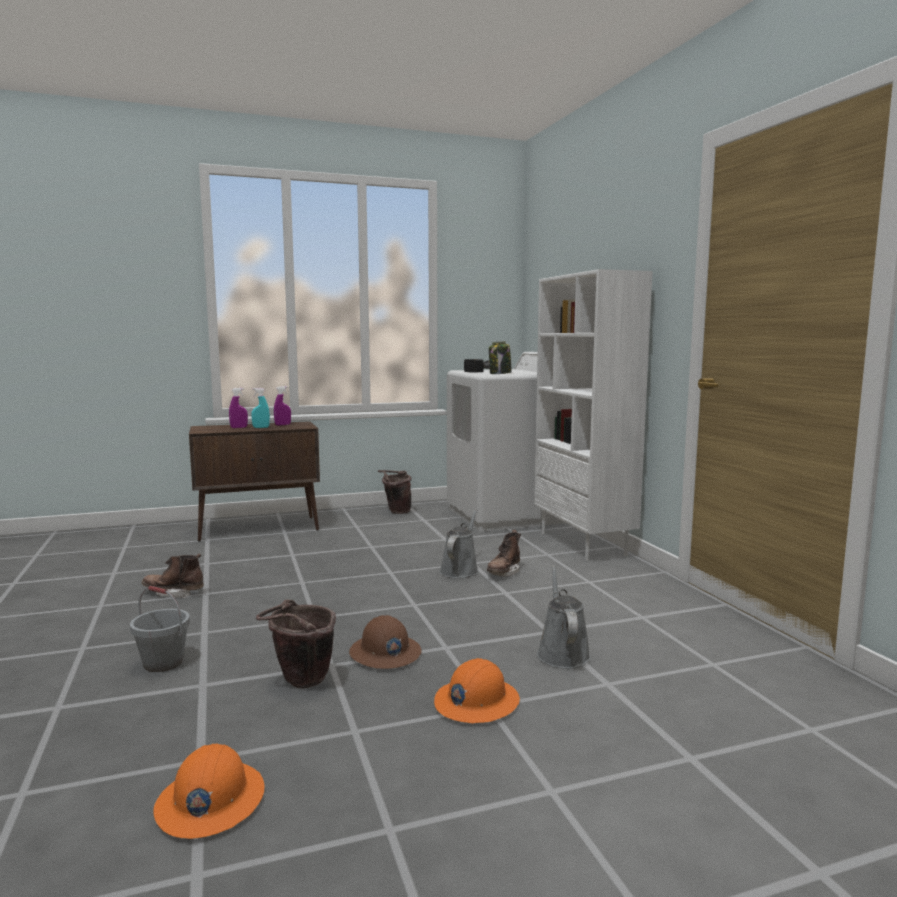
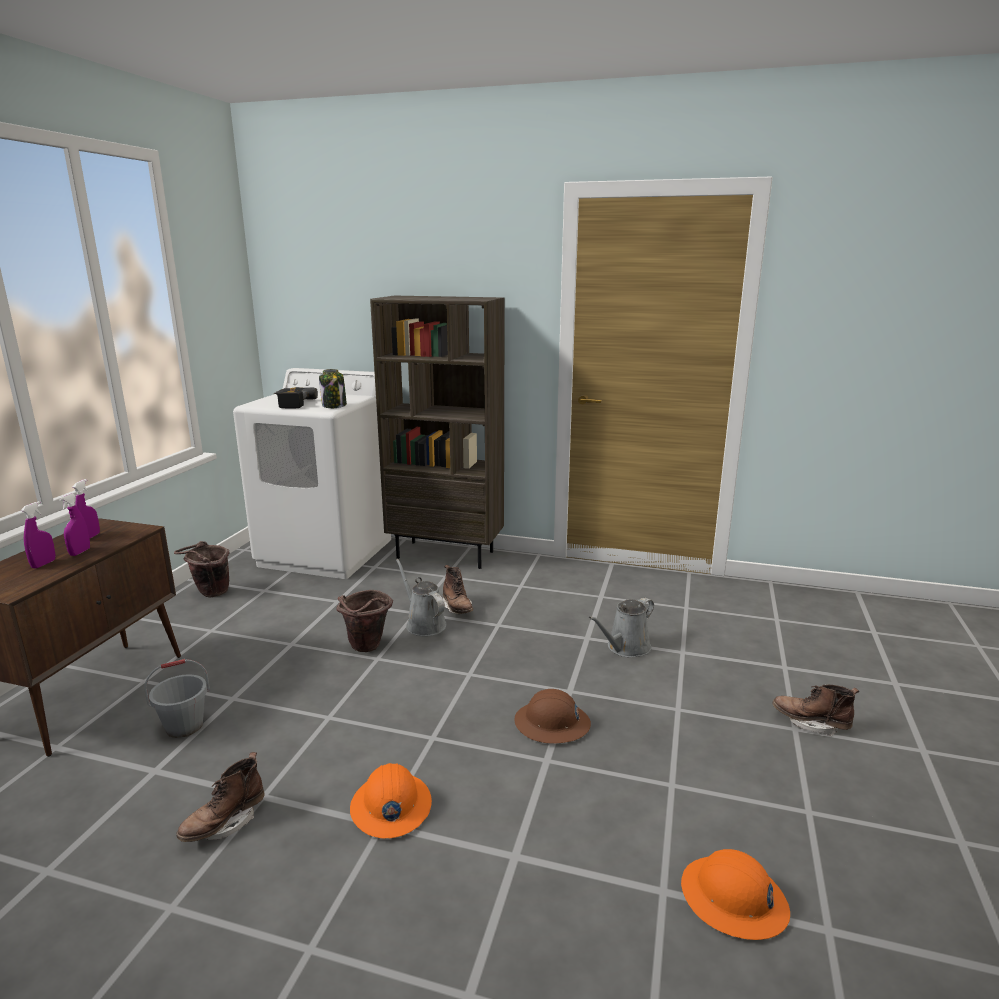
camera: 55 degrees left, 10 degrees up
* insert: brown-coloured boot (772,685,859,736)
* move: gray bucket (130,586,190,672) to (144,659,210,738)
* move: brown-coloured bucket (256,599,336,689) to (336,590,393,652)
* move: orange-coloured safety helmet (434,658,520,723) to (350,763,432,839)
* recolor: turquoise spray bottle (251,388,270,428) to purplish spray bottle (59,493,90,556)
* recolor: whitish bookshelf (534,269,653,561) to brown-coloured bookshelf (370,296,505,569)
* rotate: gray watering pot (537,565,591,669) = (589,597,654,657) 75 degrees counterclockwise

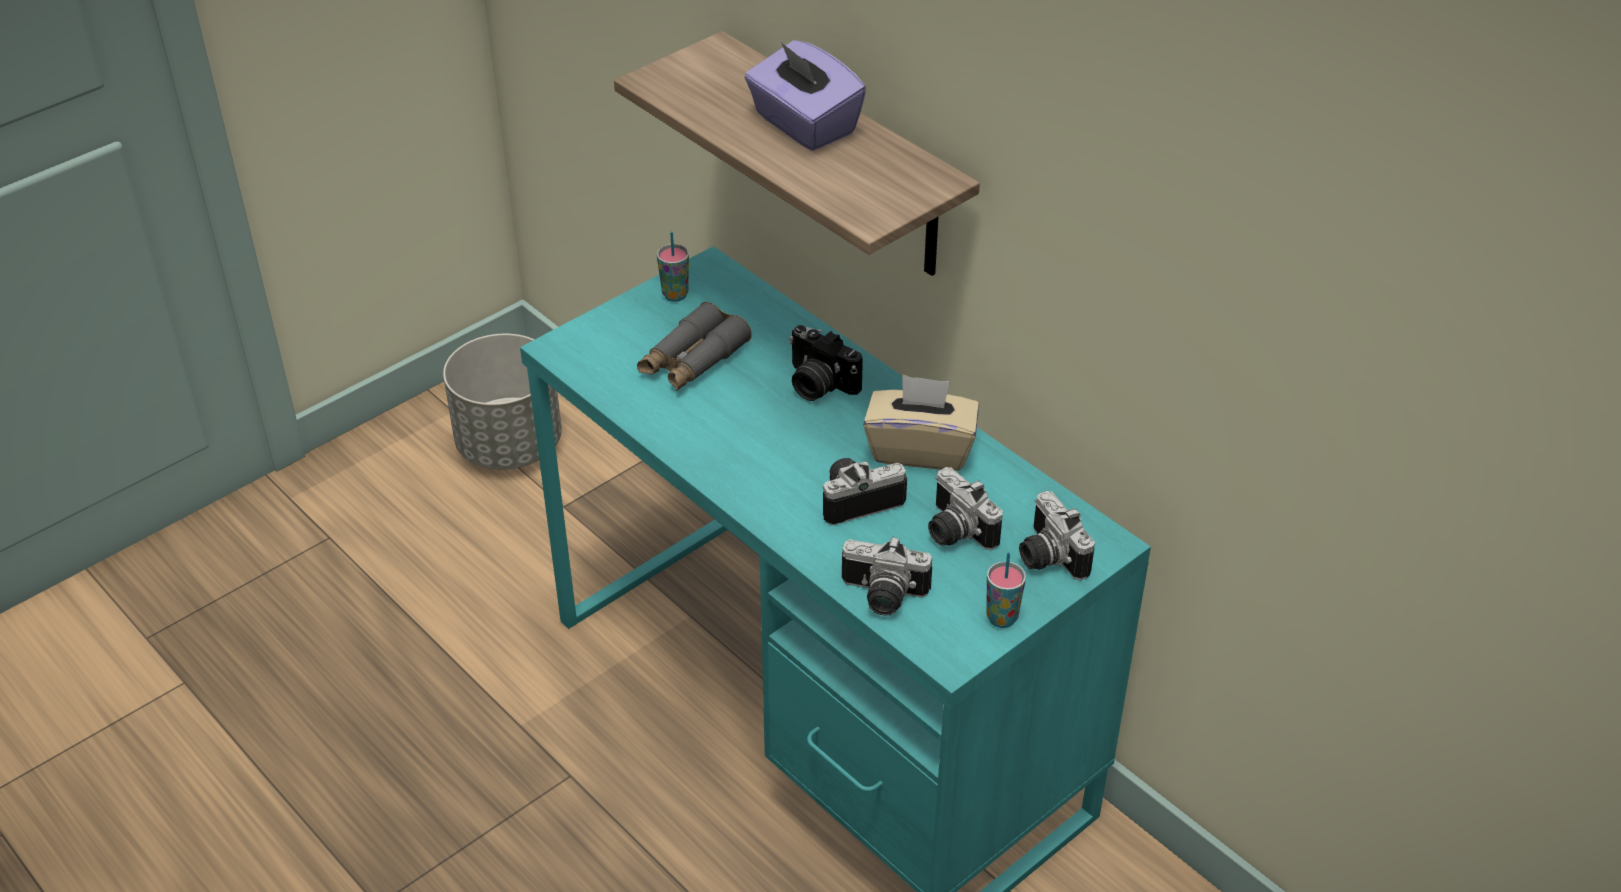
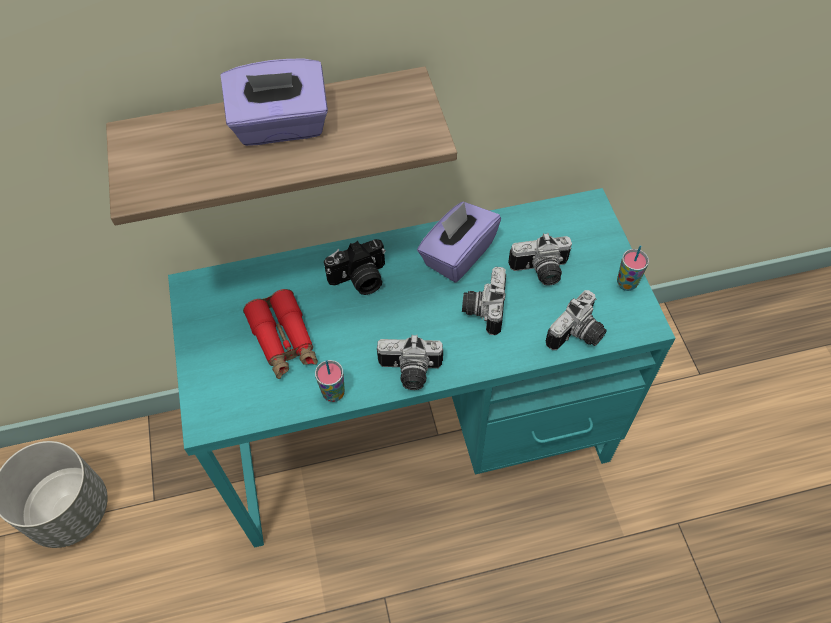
camera: 60 degrees left, 15 degrees up
* move: small cup (657,231,689,302) to (315,360,345,402)
* move: photo camera (1019,491,1095,580) to (377,334,443,390)
* recolor: gray binoculars (637,302,752,391) to red binoculars (243,289,318,379)
* recolor: beige tissue box (863,374,979,471) to purplish tissue box (417,201,501,282)

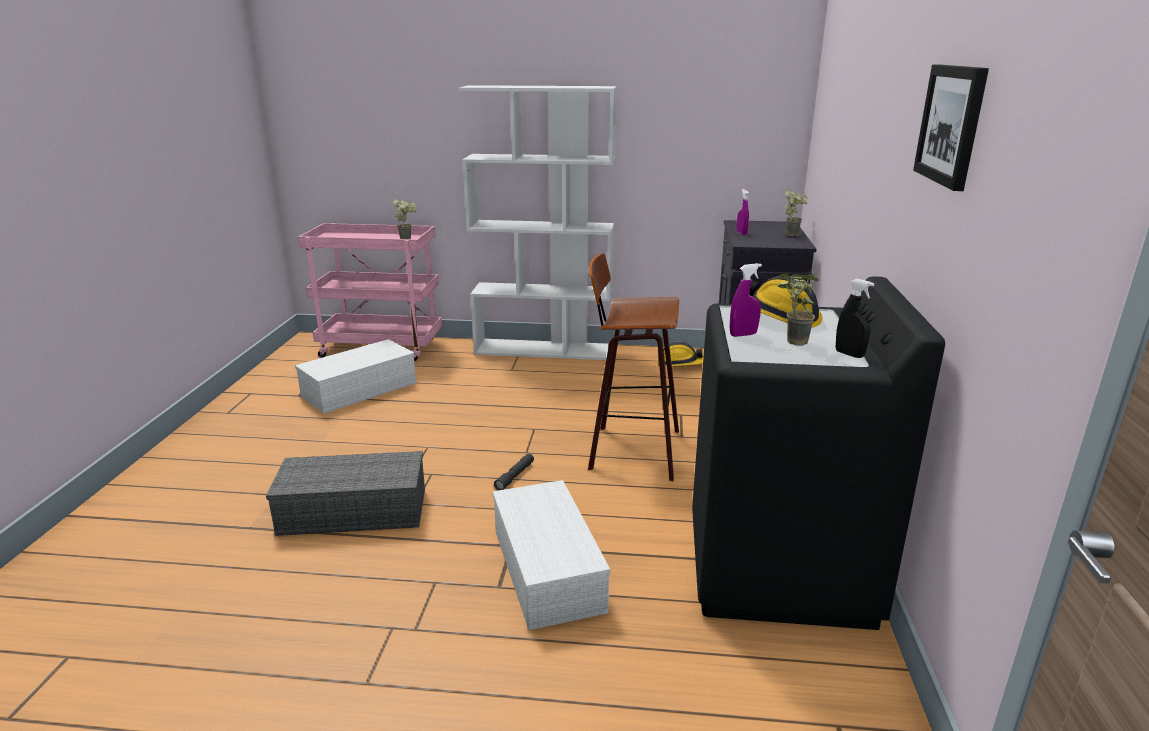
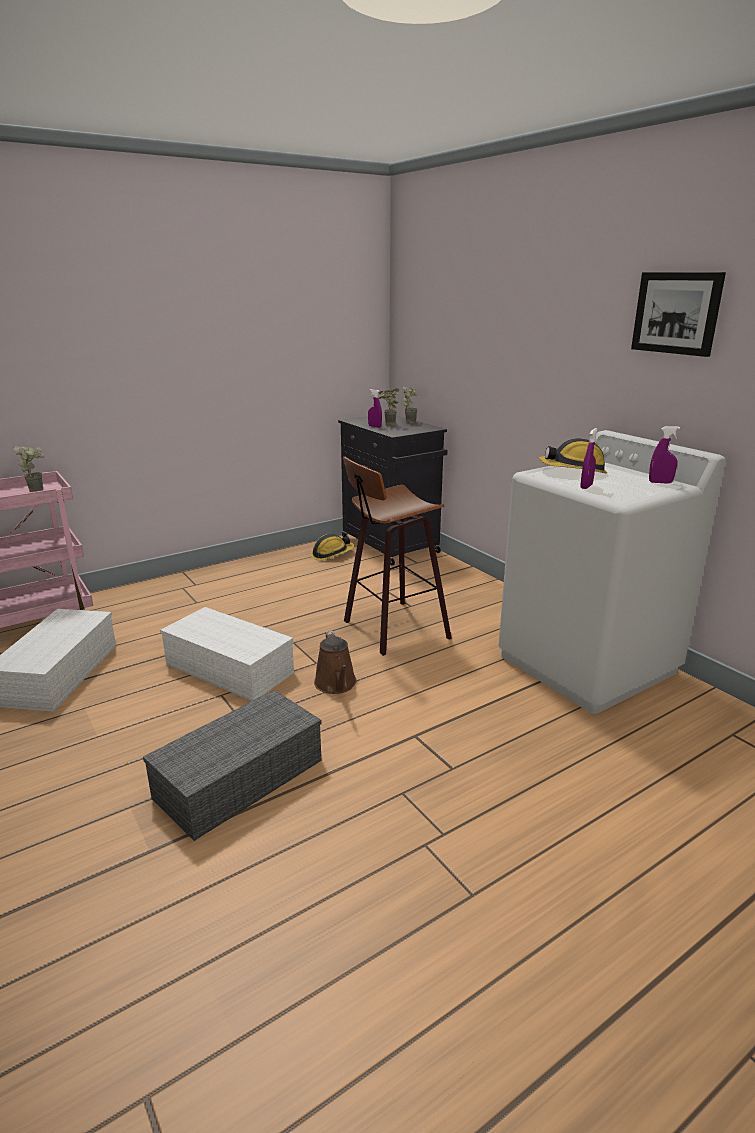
camera: 40 degrees left, 0 degrees up
* delete: whitish bookshelf (458,85,617,360)
* move: whitish storage box (492,480,610,630) to (160,607,294,701)
* move: houseplant (777,274,819,346) to (378,388,399,426)
* replace: gray hand torch (494,454,534,490) to brown-coloured watering pot (314,631,357,694)
* recolor: blackish laundry machine (692,276,945,630) to whitish laundry machine (498,430,725,714)
* recolor: blackish spray bottle (836,279,874,358) to purplish spray bottle (649,426,680,484)

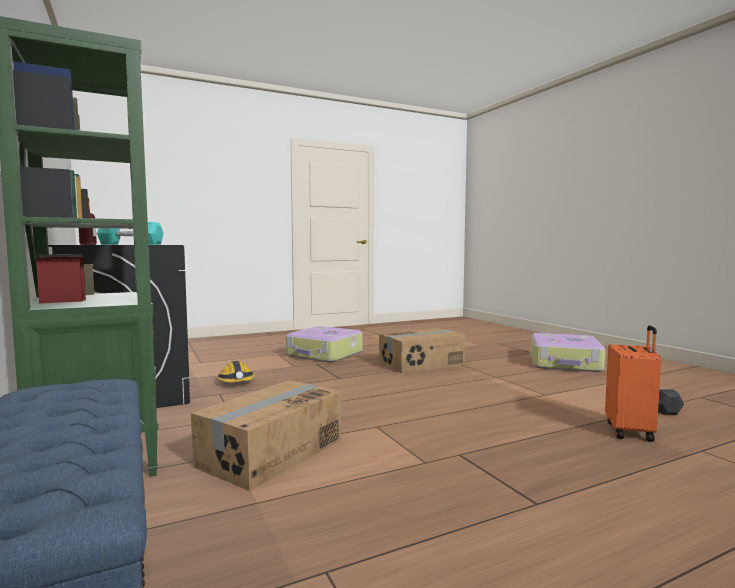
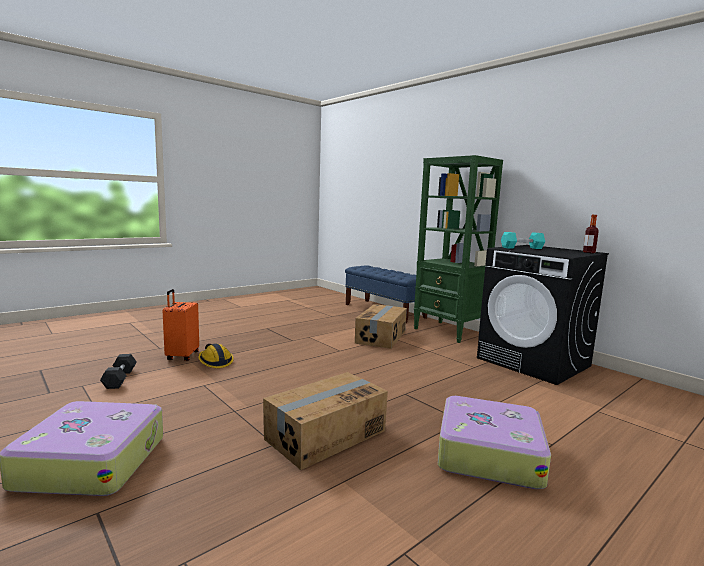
camera: 165 degrees right, 5 degrees up
* move: safety helmet (217,361,255,382) to (198,343,234,368)

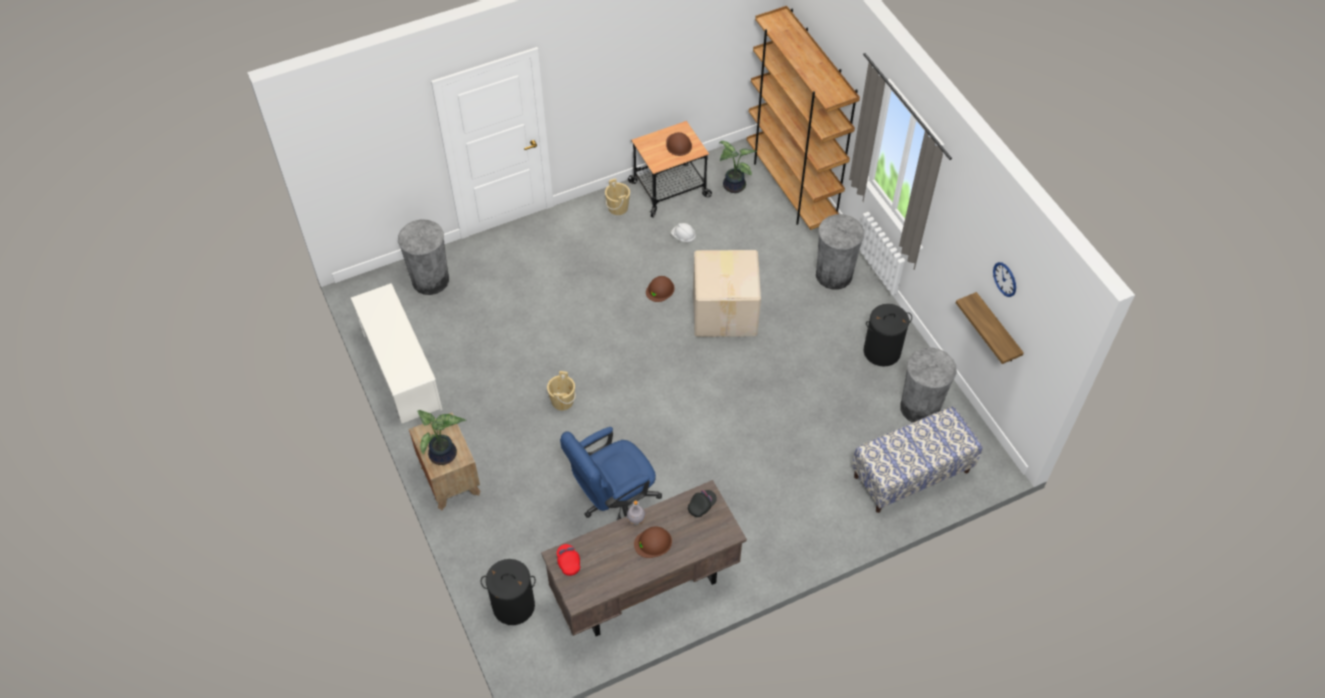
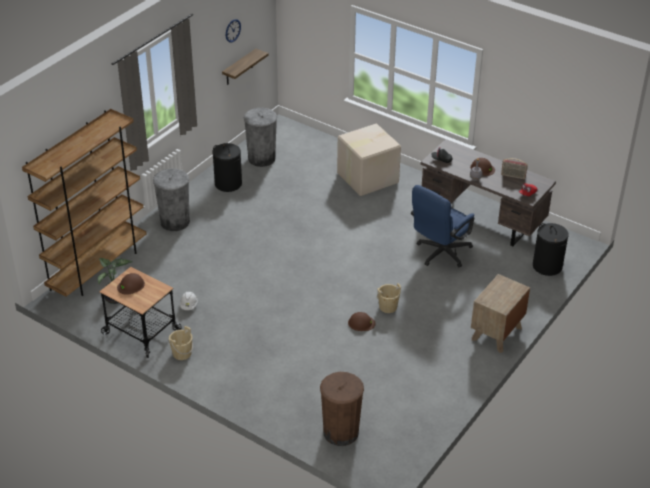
camera: 120 degrees left, 15 degrees down
* delete: whitish shoe stand (351,283,443,423)
* delete: houseplant (417,410,466,465)
* delete: bench (852,406,983,513)
* insert: radio set (501,158,528,179)
* move: brown-coloured safety helmet (646,276,675,302) to (348,312,376,331)
* move: packing box (693,250,761,337) to (337,124,401,196)
* recolor: gray waste bin (398,219,449,295) to brown-coloured waste bin (320,372,364,446)
* rotate: bluish office chair (560,427,662,521) = (411,185,474,267) 105 degrees clockwise

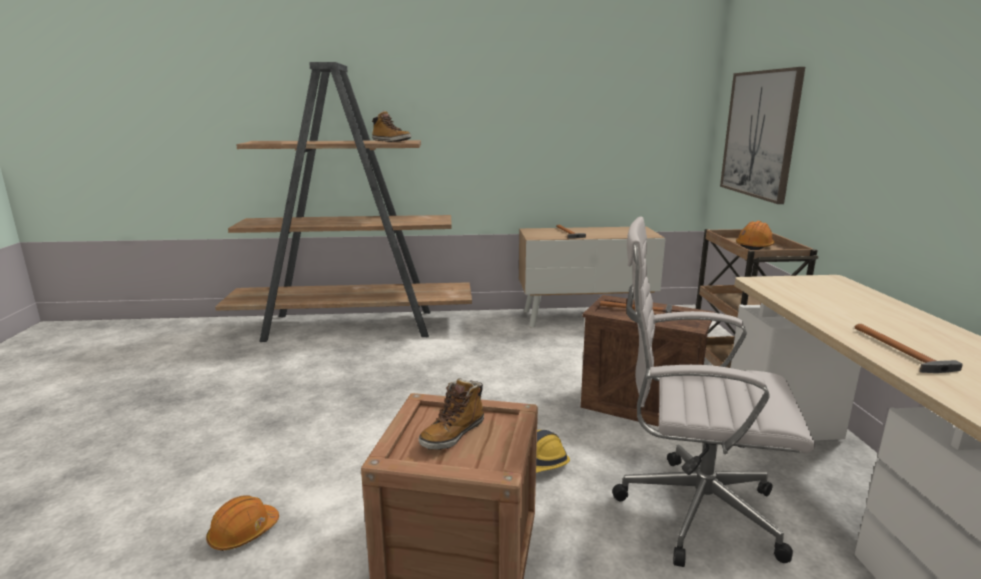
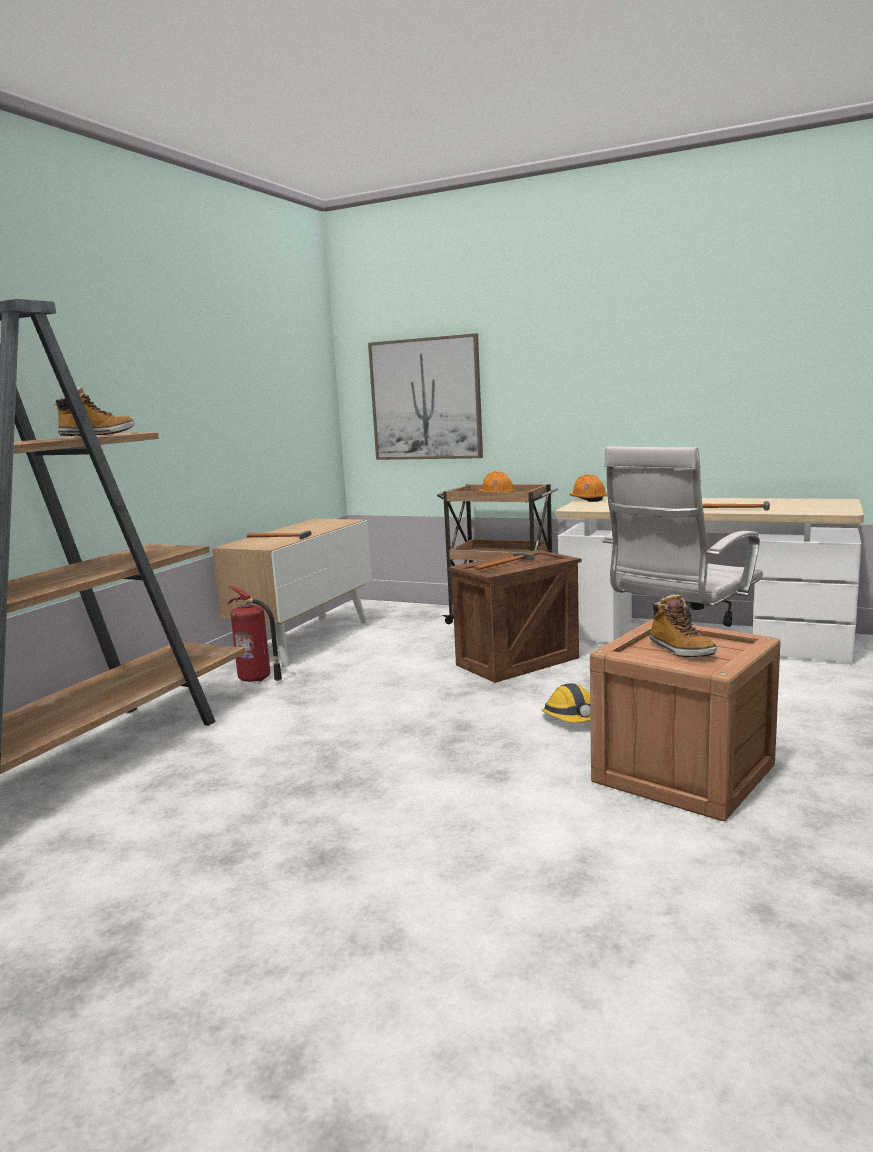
camera: 60 degrees left, 5 degrees down
* insert: extinguisher (227,585,282,682)
* move: orange-coloured safety helmet (206,495,279,551) to (569,474,607,502)

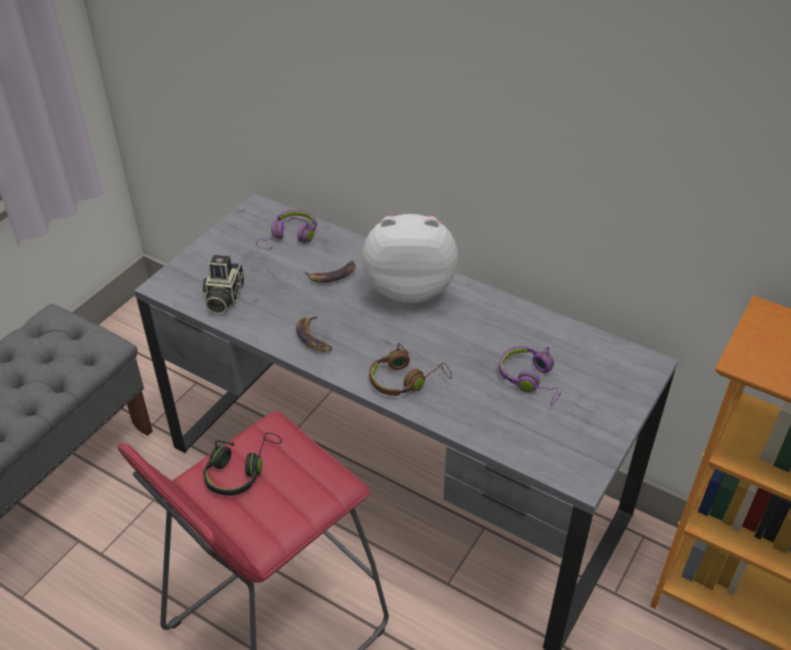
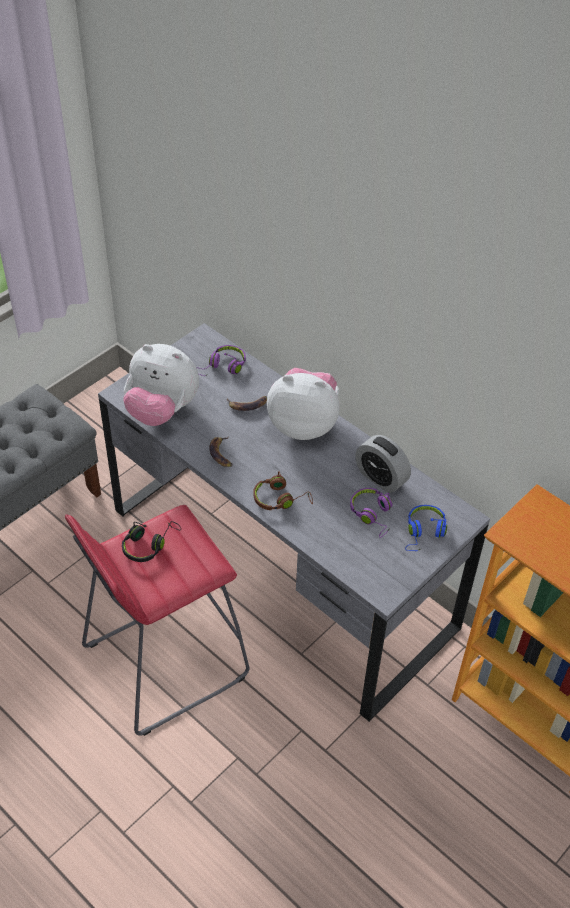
camera: 10 degrees right, 5 degrees up
* insert: alarm clock (355,435,411,493)
* insert: bluish headset (405,505,447,551)
* replace: photo camera (203,255,244,314) to plush toy (123,344,199,426)

